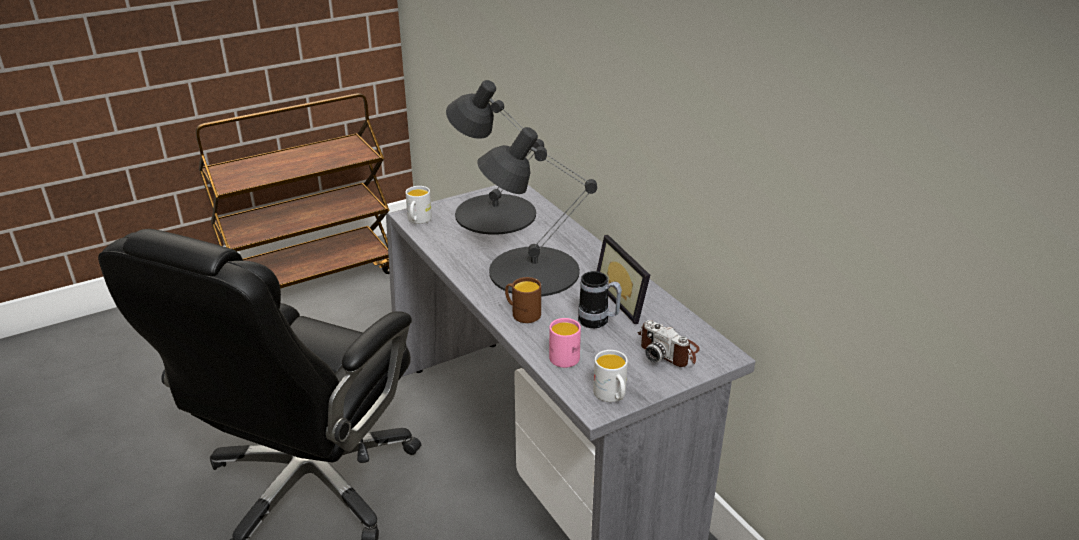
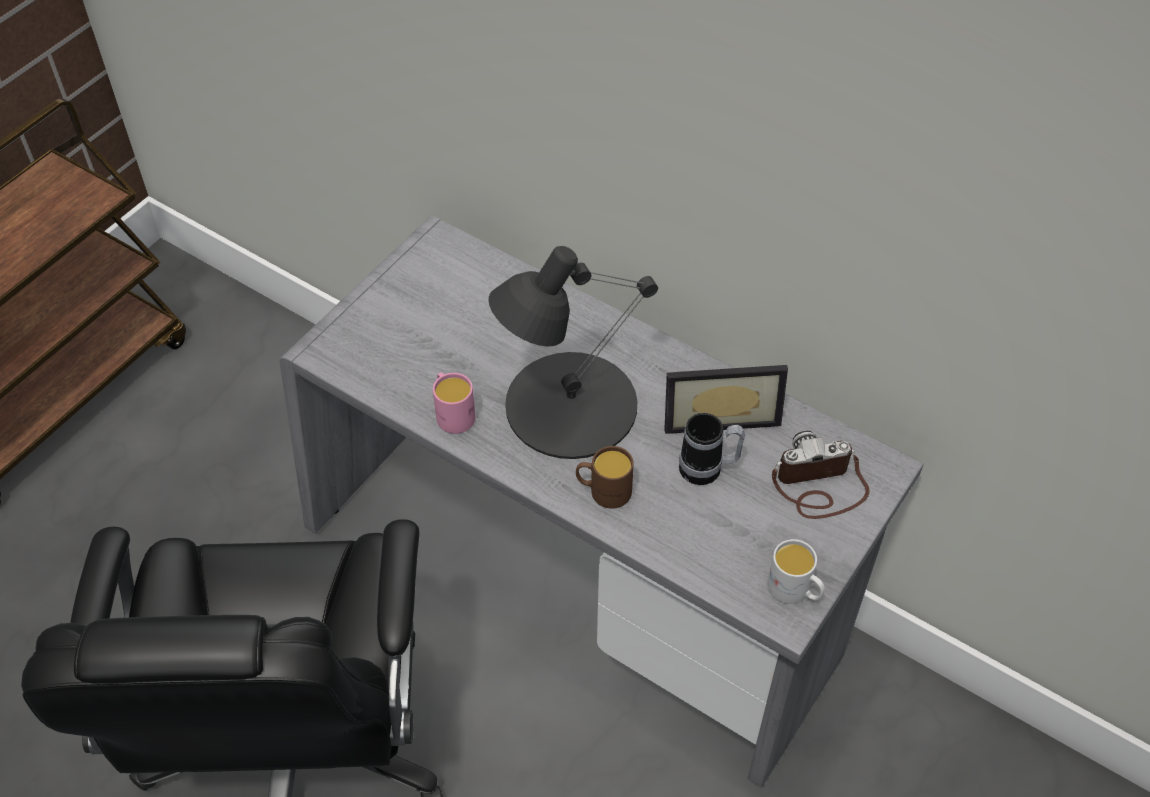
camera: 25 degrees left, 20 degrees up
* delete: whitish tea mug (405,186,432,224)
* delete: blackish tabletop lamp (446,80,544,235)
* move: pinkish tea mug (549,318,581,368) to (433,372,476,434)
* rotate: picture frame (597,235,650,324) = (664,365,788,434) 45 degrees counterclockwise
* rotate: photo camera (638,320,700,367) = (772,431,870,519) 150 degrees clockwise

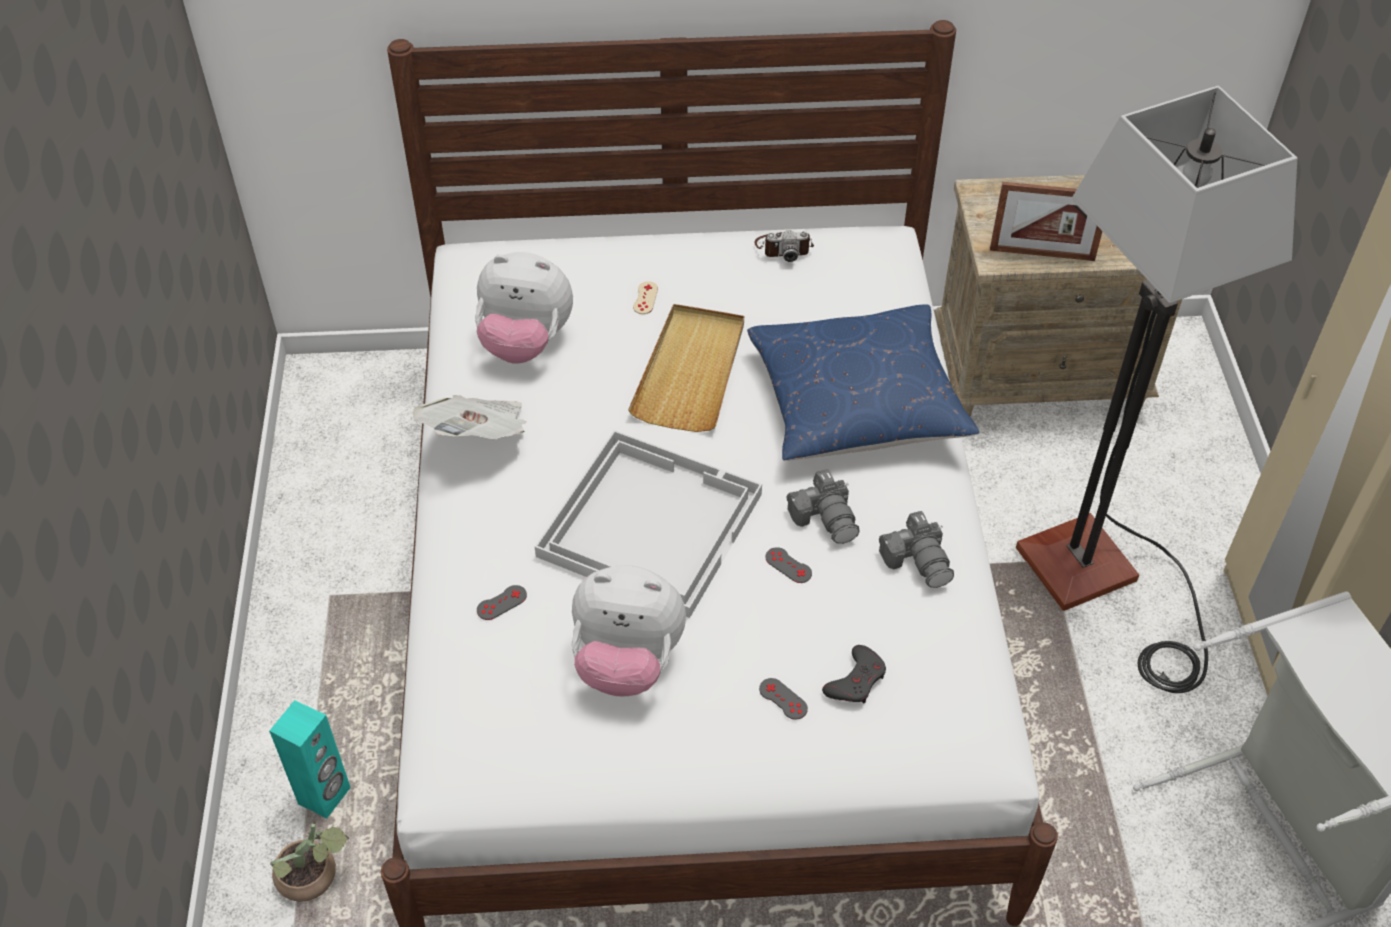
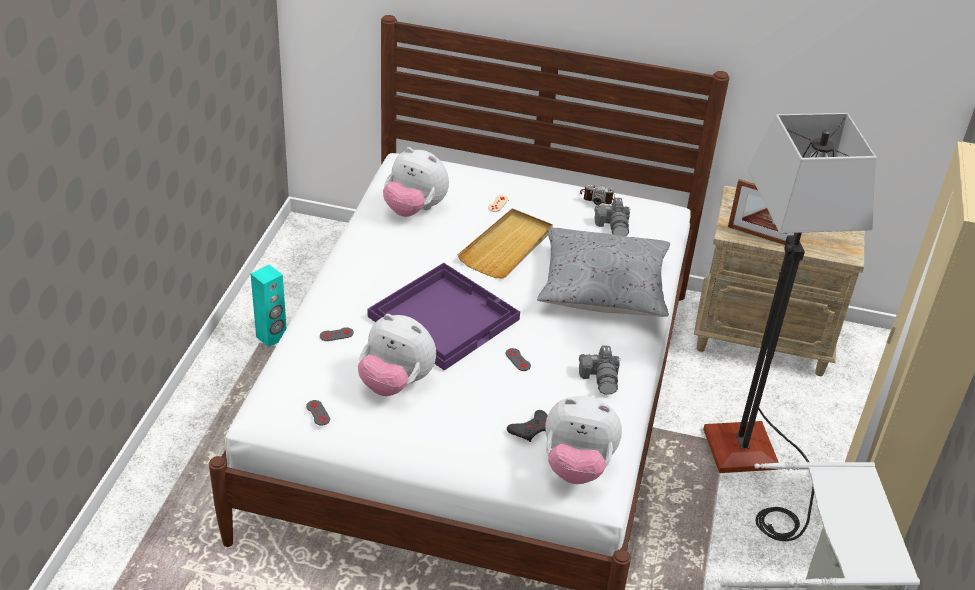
camera: 15 degrees right, 10 degrees down
* delete: houseplant (270,824,349,902)
* delete: printed paper (413,395,526,439)
* insert: plush toy (545,396,622,484)
* move: turquoise speaker (269,700,351,819) to (251,265,286,347)
* move: gray joypad (759,678,808,720) to (306,400,330,426)
* move: photo camera (787,469,859,544) to (594,198,631,236)
* recolor: whitish serving tray (535,430,762,618) to purplish serving tray (368,263,520,371)
* recolor: bluish cushion (747,305,979,461) to gray cushion (537,228,670,317)

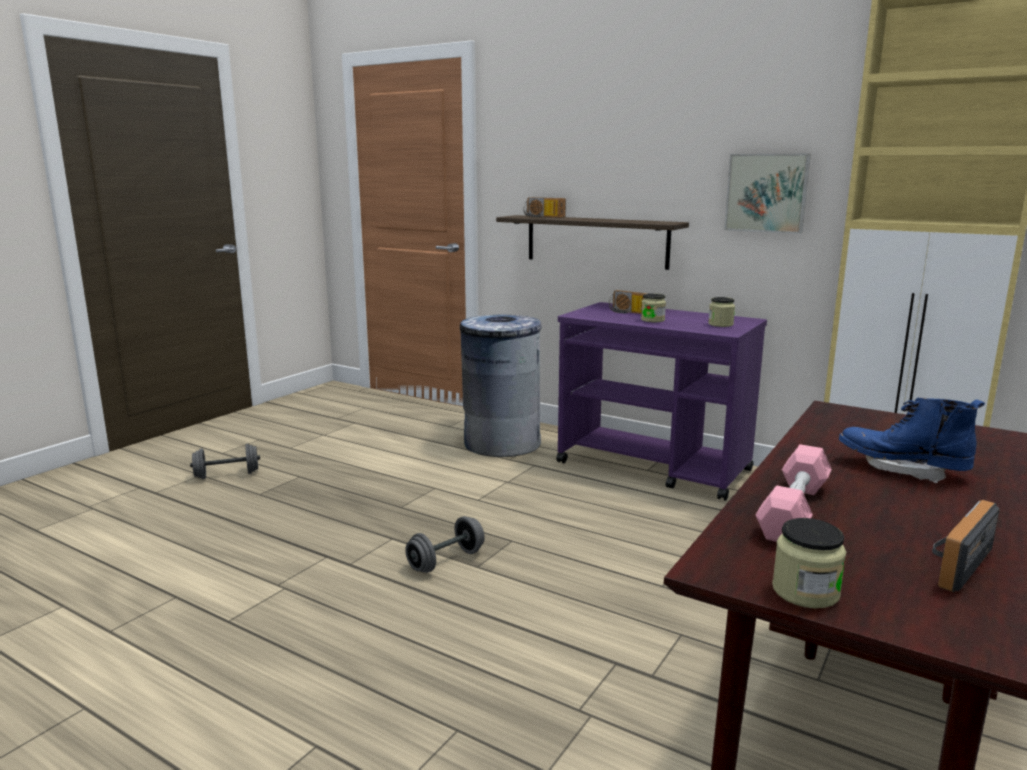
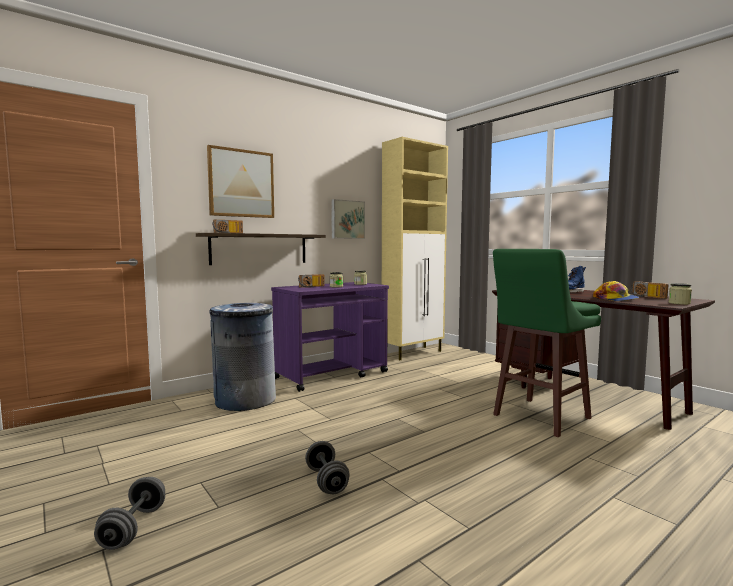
camera: 70 degrees left, 10 degrees down
* insert: wall art (207,145,274,218)
* insert: greenish stool (493,249,601,437)
* move: gray dumbbell (405,516,485,573) to (305,441,350,494)
* replace: pinkish dumbbell (756,444,832,542) to peaked cap (593,281,640,301)

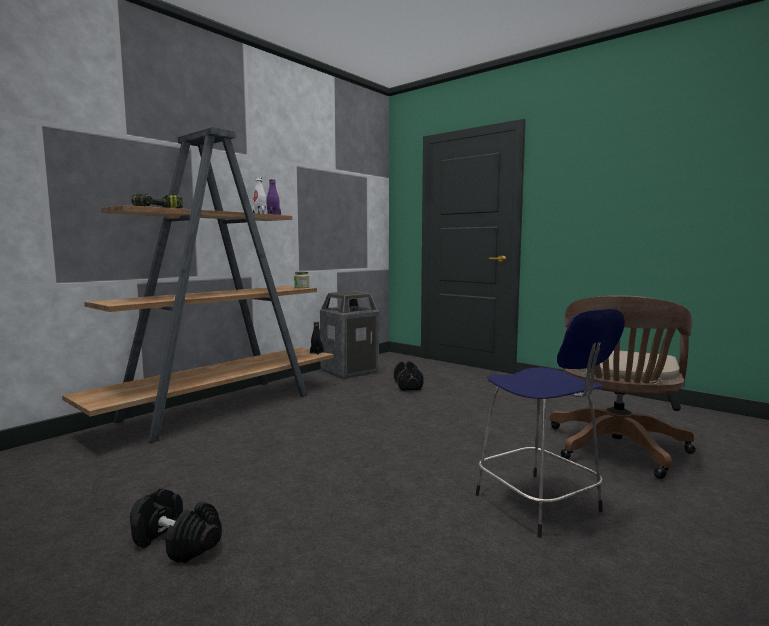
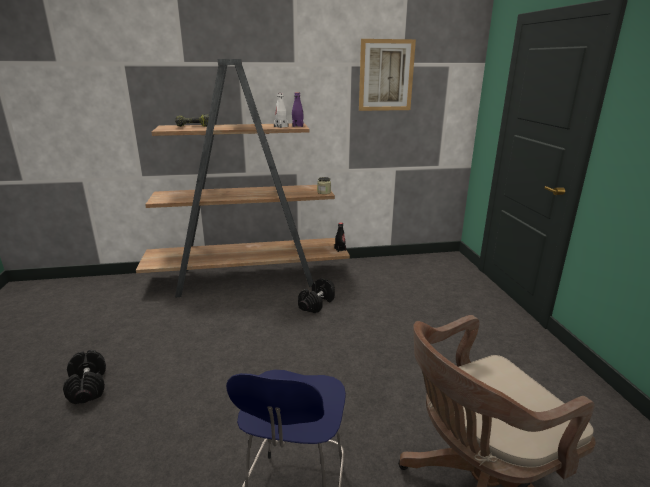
camera: 40 degrees right, 15 degrees up
* delete: waste bin (320,291,379,379)
* insert: wall art (359,39,416,111)
* move: blackish dumbbell (394,361,424,391) to (298,278,335,313)

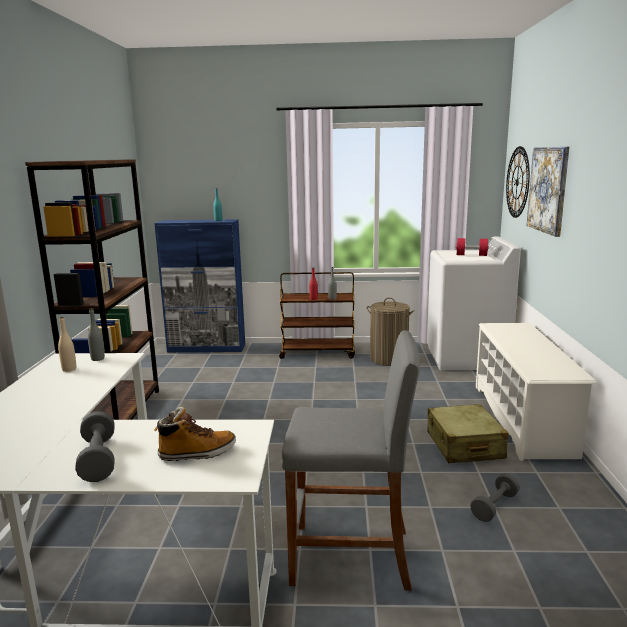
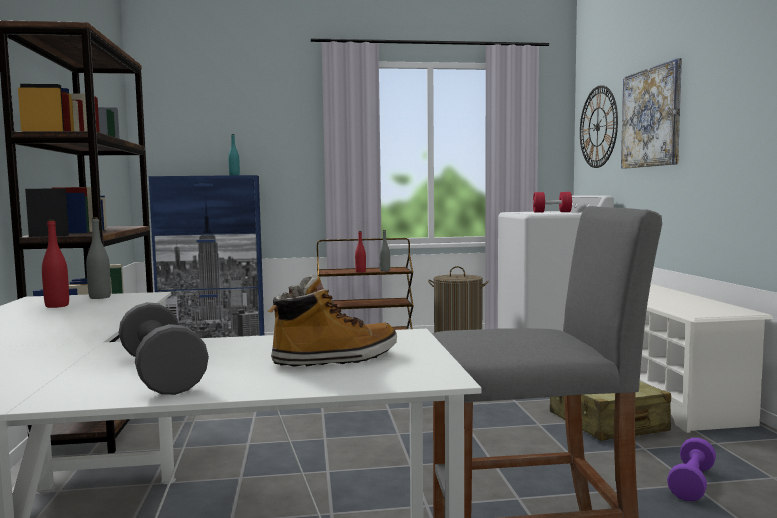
camera: 10 degrees left, 10 degrees down
* recolor: beige bottle (58,317,76,372) to red bottle (42,219,69,308)
* recolor: gray dumbbell (470,473,520,522) to purplish dumbbell (667,438,716,501)

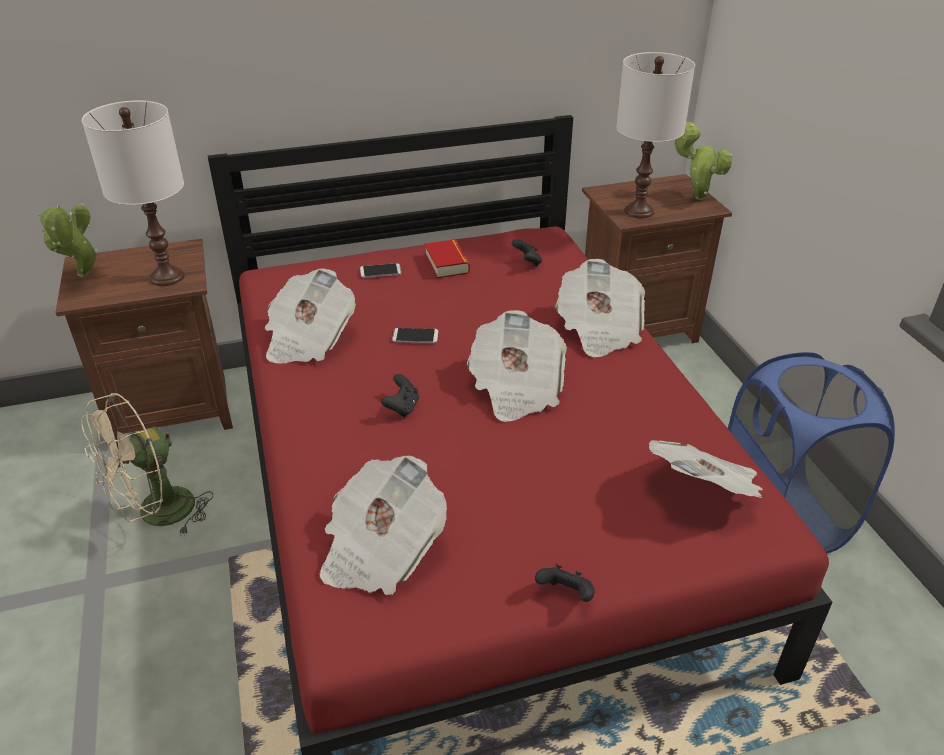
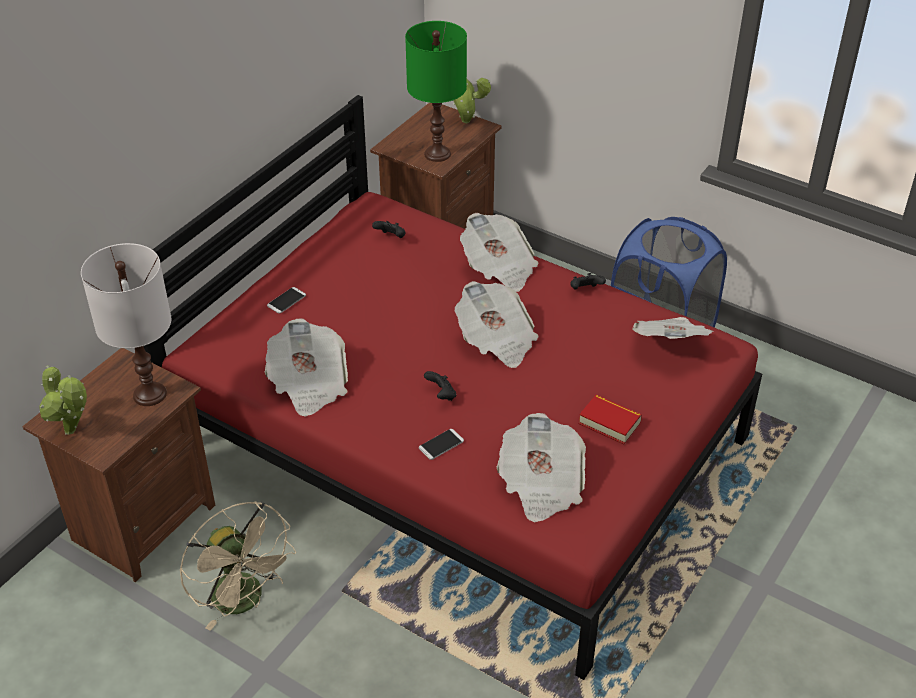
camera: 40 degrees left, 5 degrees up
* move: phone (392,328,438,343) to (419,429,464,460)
* move: book (424,239,470,278) to (579,395,642,445)
* move: blackish joypad (535,564,595,602) to (570,273,606,289)
* recolor: whitish tabletop lamp (616,52,695,218) to greenish tabletop lamp (405,21,467,162)
* rotate: beige fan (81,393,213,536) = (179,501,296,630) 45 degrees counterclockwise

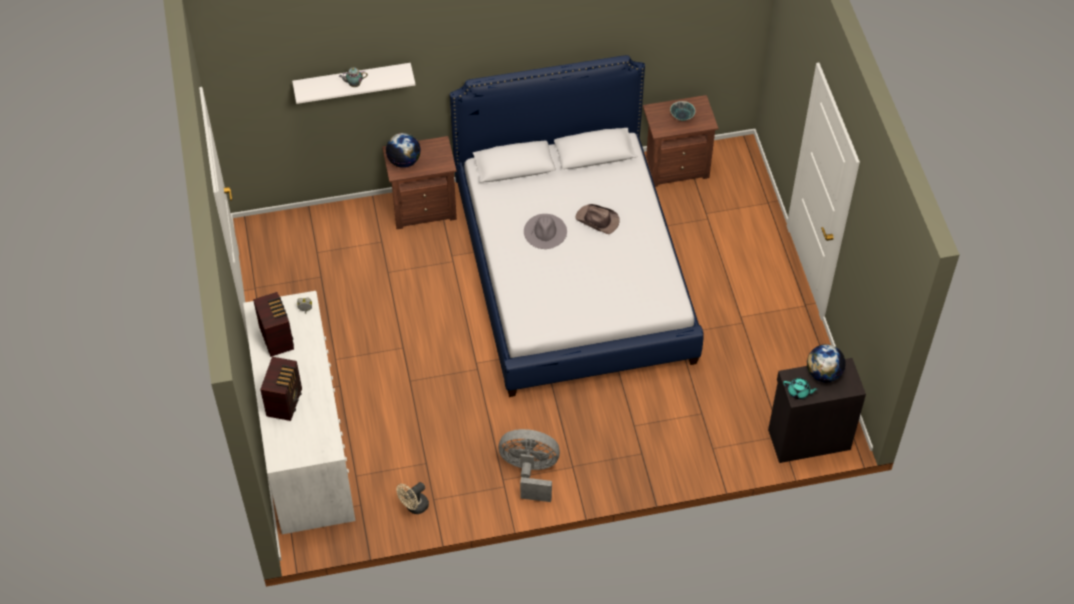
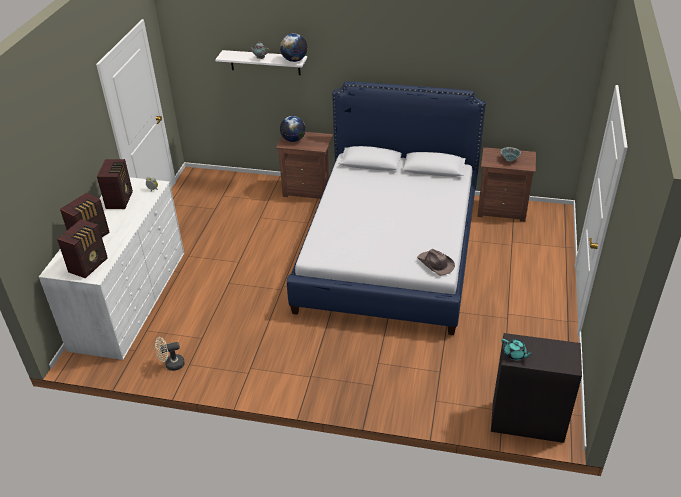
camera: 25 degrees right, 15 degrees down
* delete: gray fan (498,429,560,502)
* delete: gray wearable hat (524,214,567,249)
* insert: radio set (57,219,108,279)
* move: brown-coloured wearable hat (575,204,619,234) to (417,249,455,276)
* move: desk globe (807,344,846,383) to (280,33,308,62)

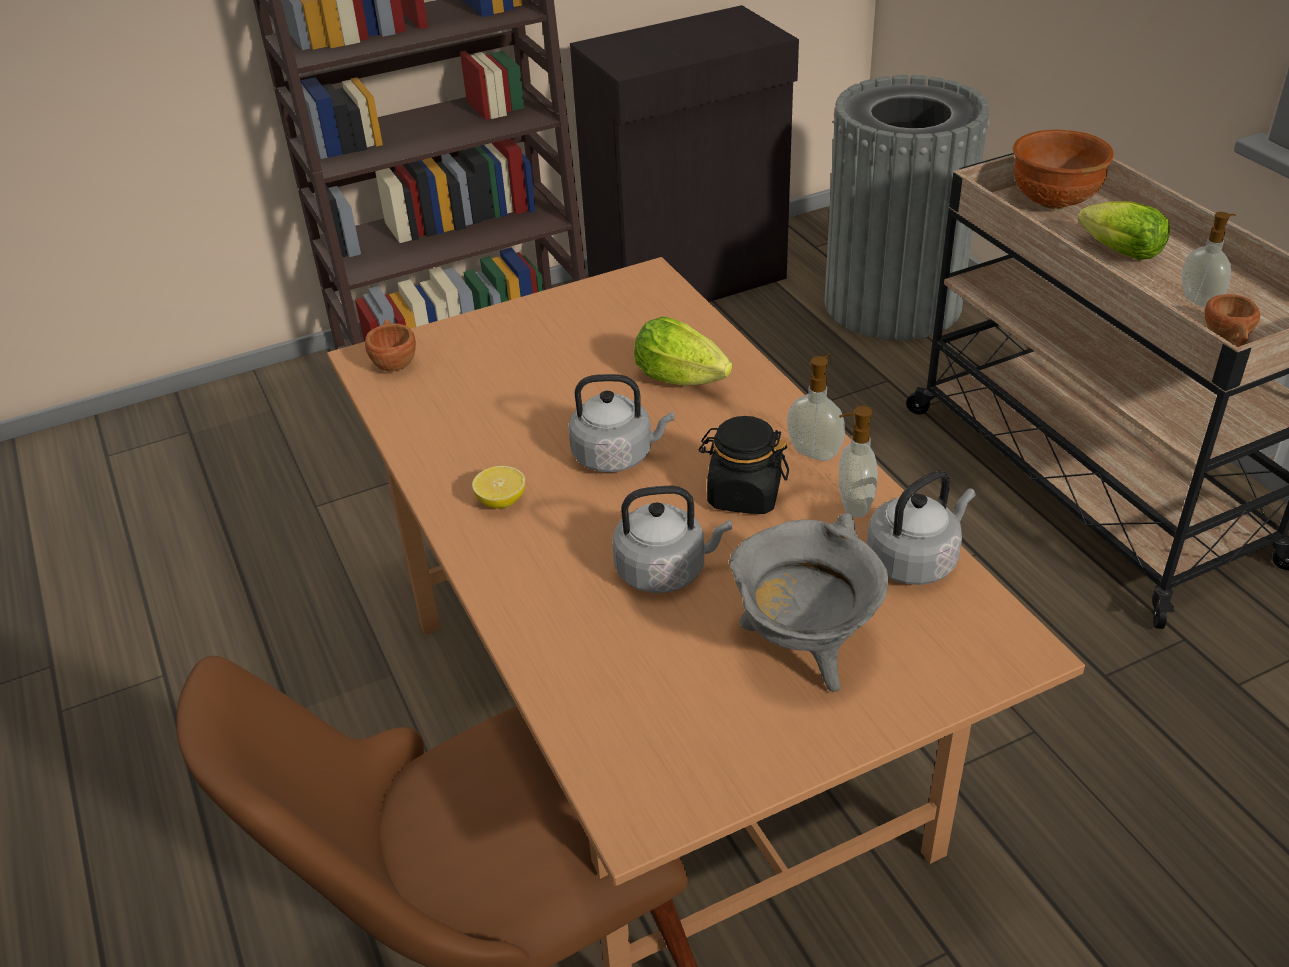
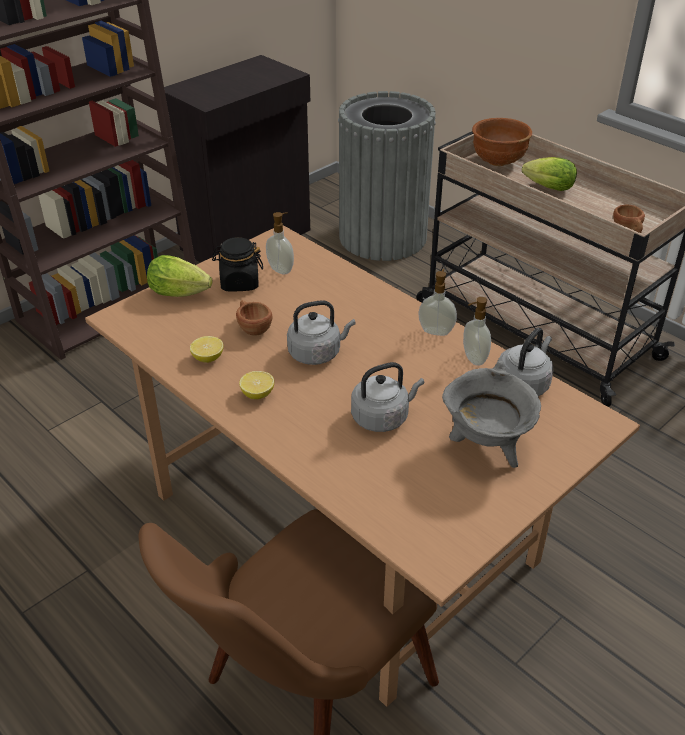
camera: 20 degrees left, 0 degrees up
* insert: citrus fruit (190,336,224,363)
* move: brown-coloured small cup (365,319,416,372) to (236,300,272,336)
* move: lettuce (634,316,732,386) to (147,255,212,297)
* move: blackish preserve jar (699,416,789,514) to (212,237,263,291)
* move: soap bottle (1182,212,1236,307) to (266,212,294,274)

